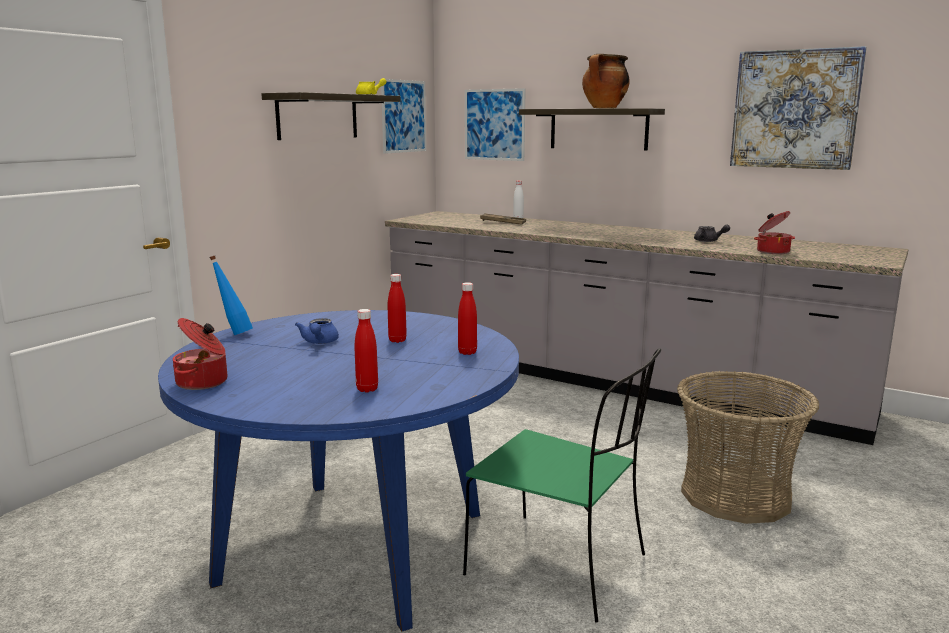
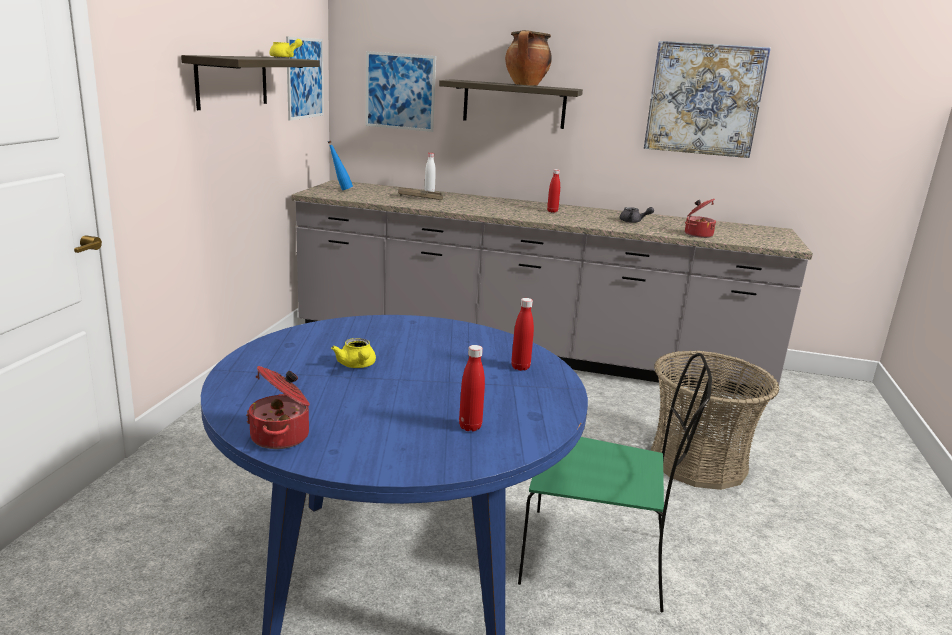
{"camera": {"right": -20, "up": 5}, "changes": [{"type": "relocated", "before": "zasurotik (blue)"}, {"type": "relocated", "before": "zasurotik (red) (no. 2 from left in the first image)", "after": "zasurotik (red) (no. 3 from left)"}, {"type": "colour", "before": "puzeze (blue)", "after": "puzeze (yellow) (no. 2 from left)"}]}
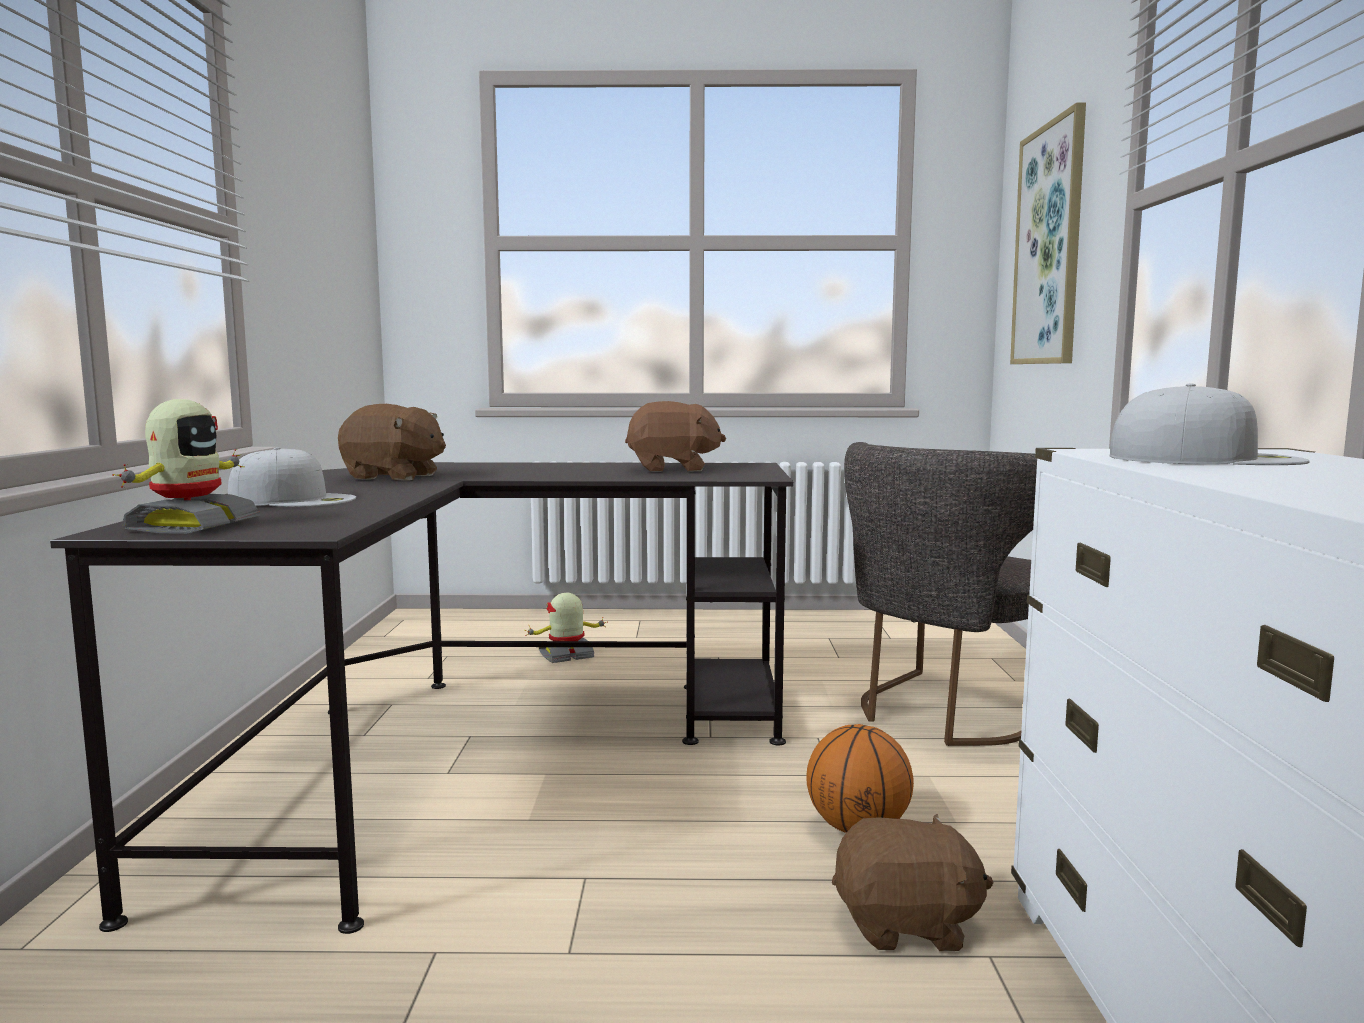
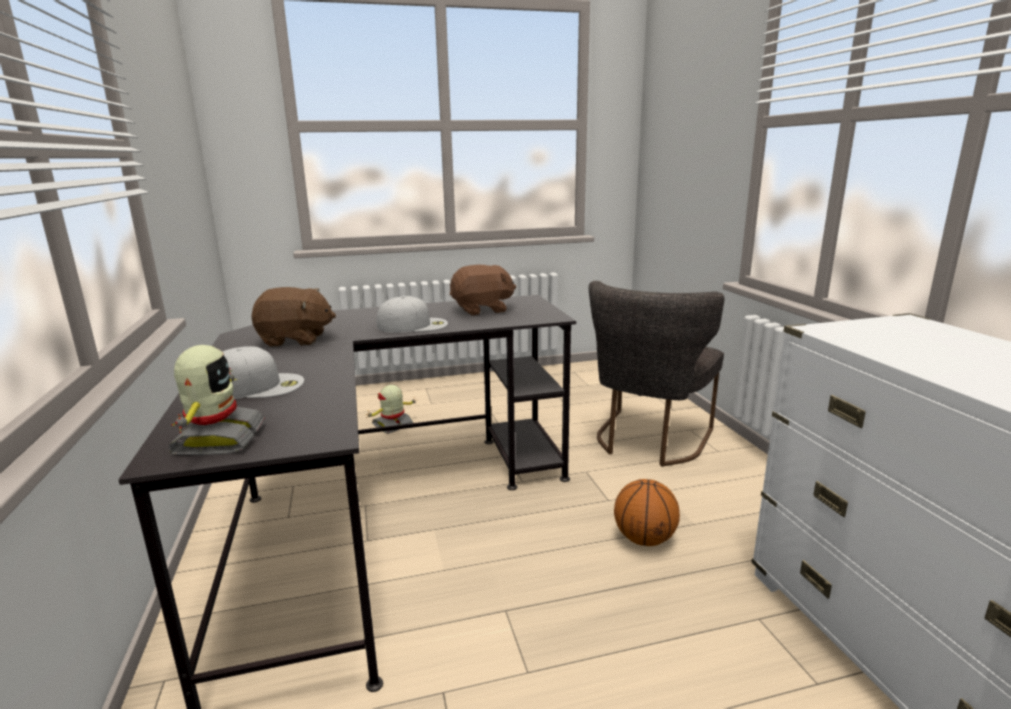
{"camera": {"right": -15, "up": 10}, "changes": [{"type": "missing", "before": "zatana"}, {"type": "relocated", "before": "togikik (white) (no. 2 from left)"}, {"type": "missing", "before": "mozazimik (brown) (no. 3 from left)"}]}
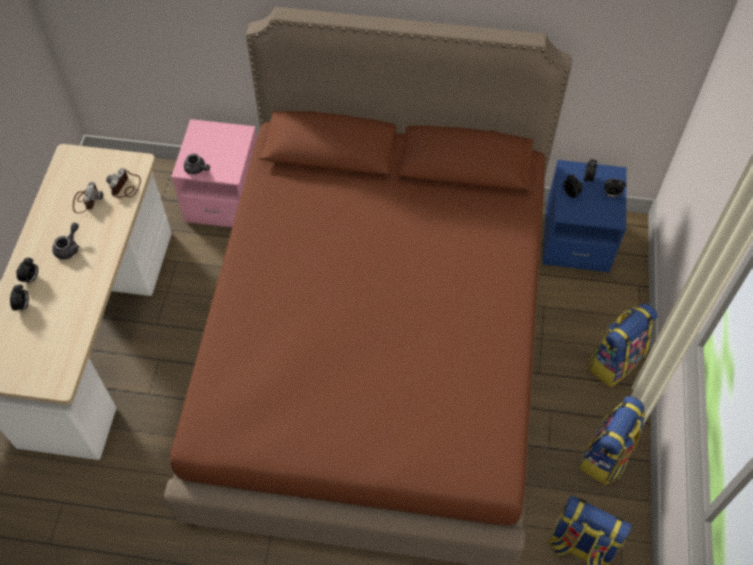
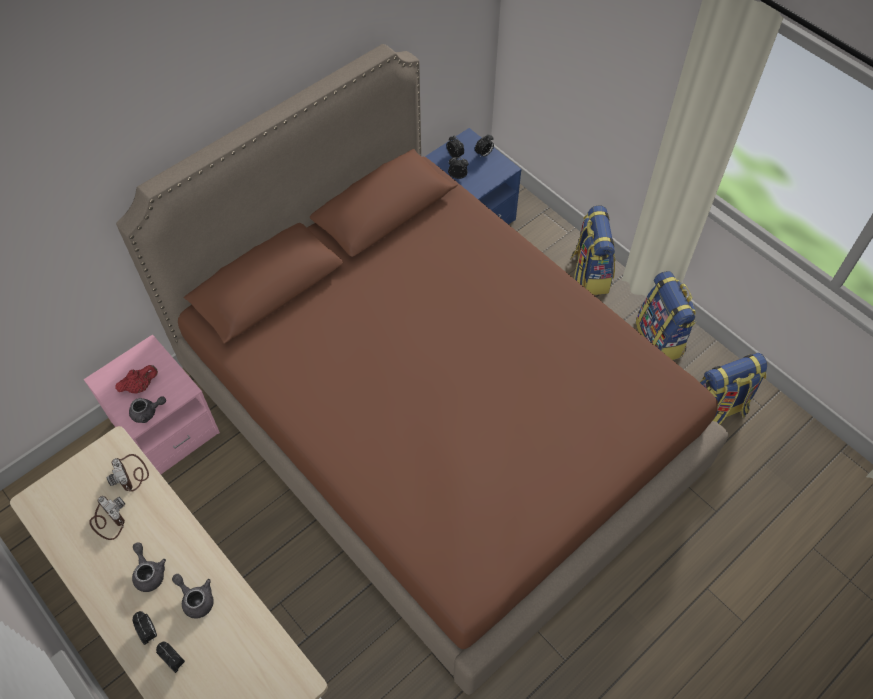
{"camera": {"right": -50, "up": 0}, "changes": [{"type": "appeared", "after": "puzeze (red)"}, {"type": "appeared", "after": "puzeze (grey) (no. 3 from left)"}]}
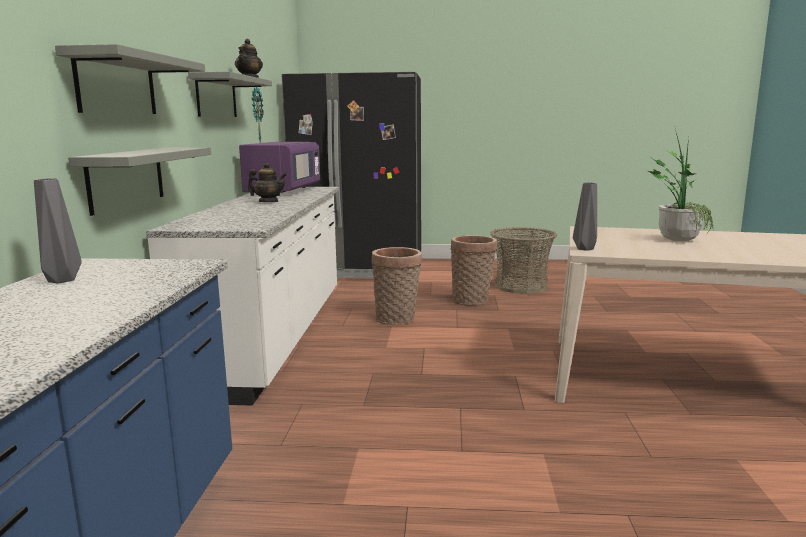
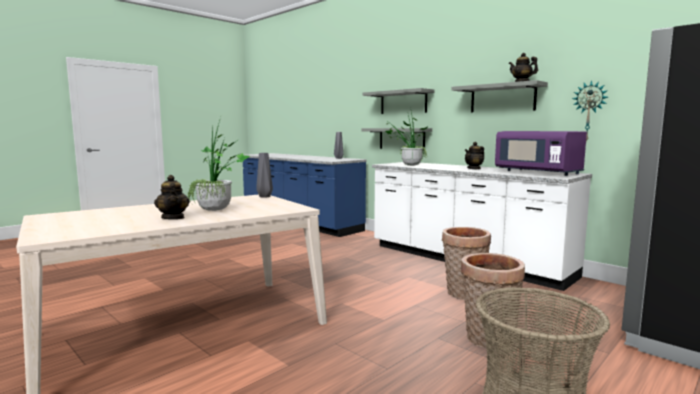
{"camera": {"right": 130, "up": -5}, "changes": [{"type": "appeared", "after": "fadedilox (no. 2 from left)"}, {"type": "appeared", "after": "puzeze (no. 1 from left)"}]}
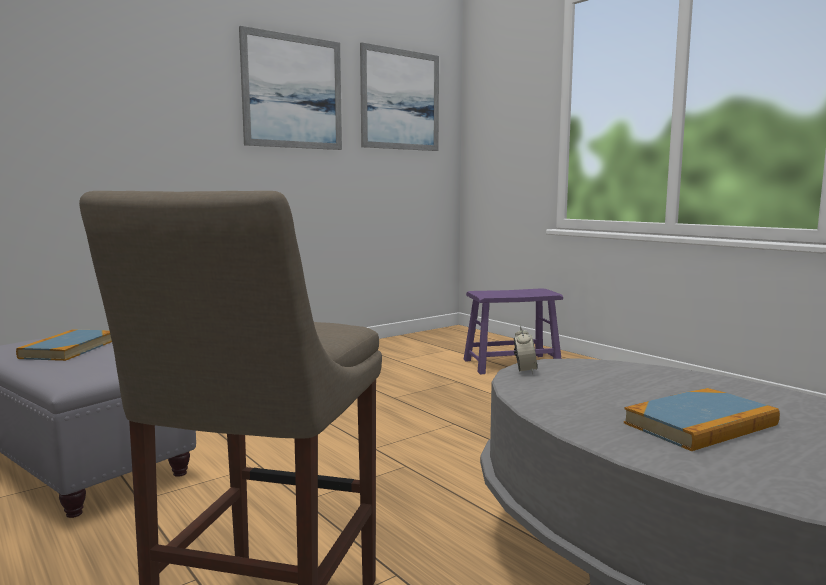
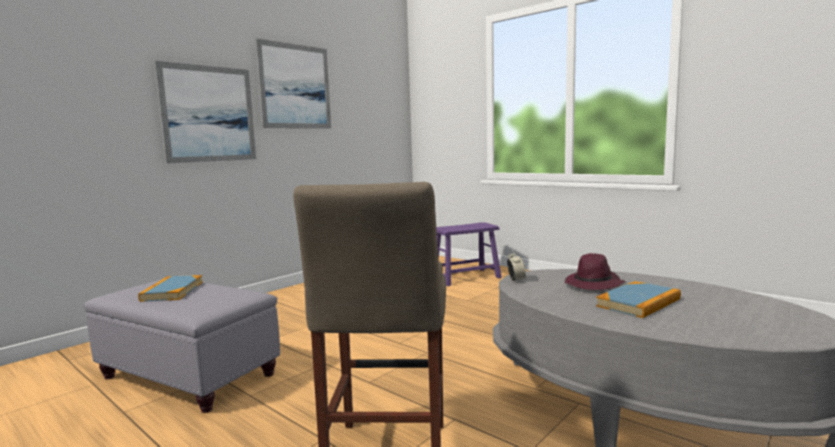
{"camera": {"right": -10, "up": 0}, "changes": [{"type": "relocated", "before": "zatana (no. 2 from left in the first image)", "after": "zatana (no. 1 from left)"}, {"type": "appeared", "after": "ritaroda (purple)"}]}
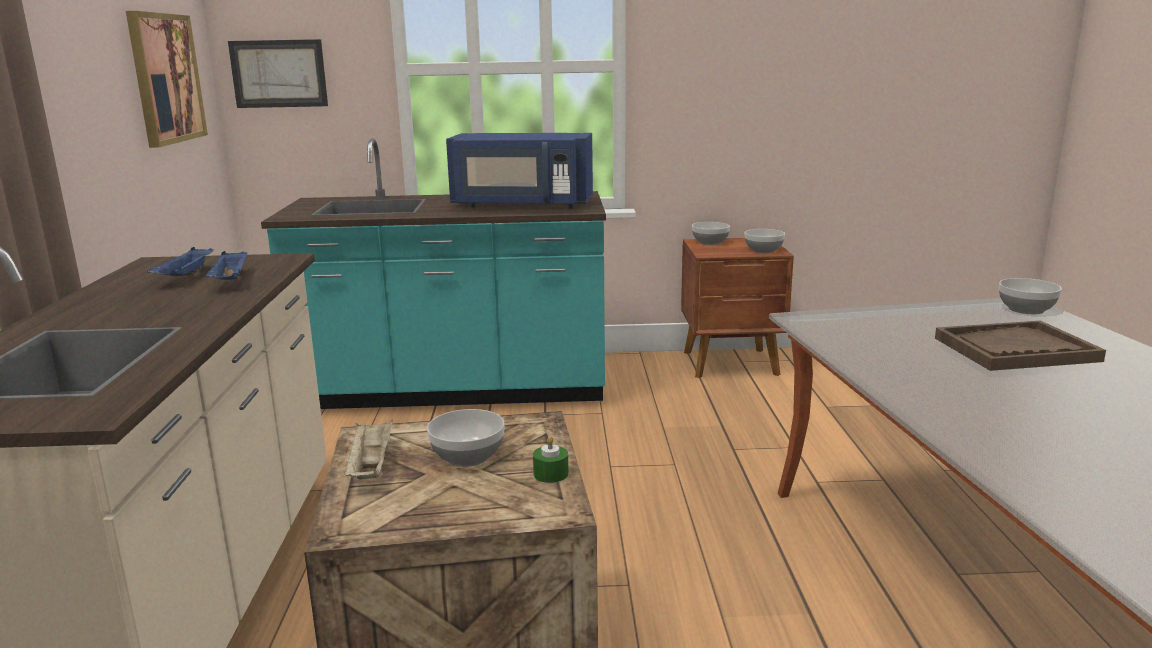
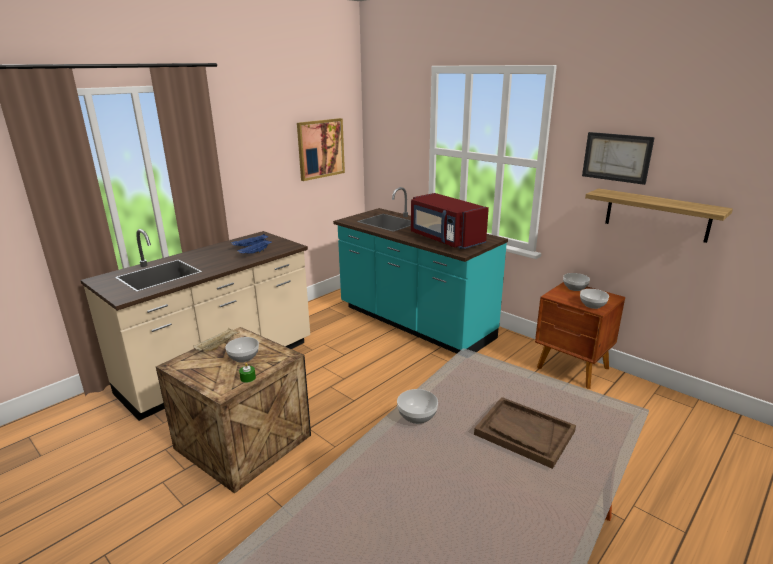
{"camera": {"right": 45, "up": 5}, "changes": [{"type": "relocated", "before": "zatana (no. 2 from left)"}, {"type": "colour", "before": "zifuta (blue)", "after": "zifuta (red)"}, {"type": "relocated", "before": "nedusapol (no. 4 from left in the first image)", "after": "nedusapol (no. 2 from left)"}, {"type": "appeared", "after": "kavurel"}]}
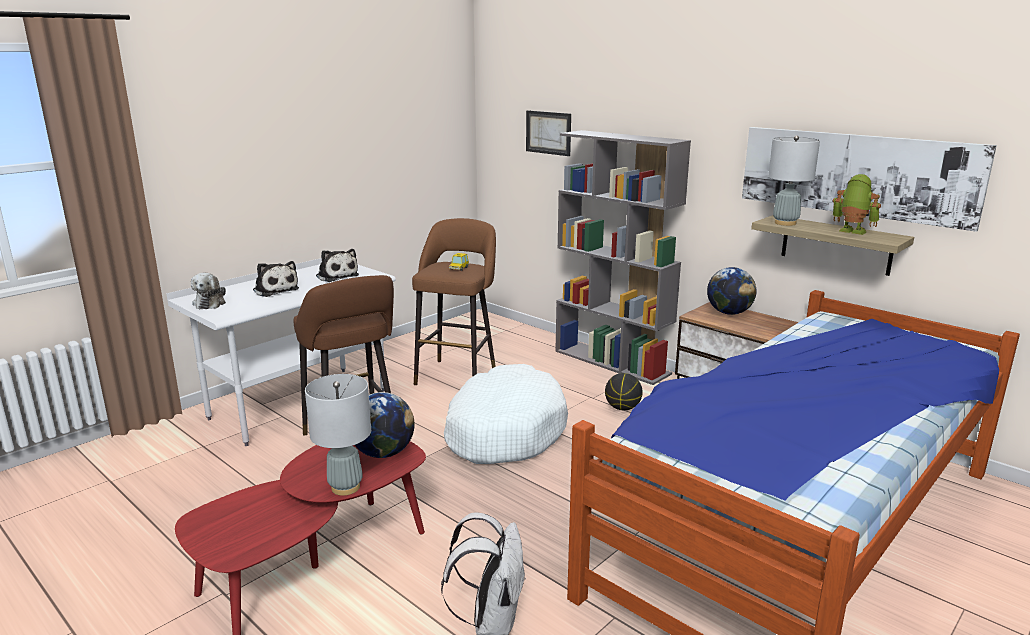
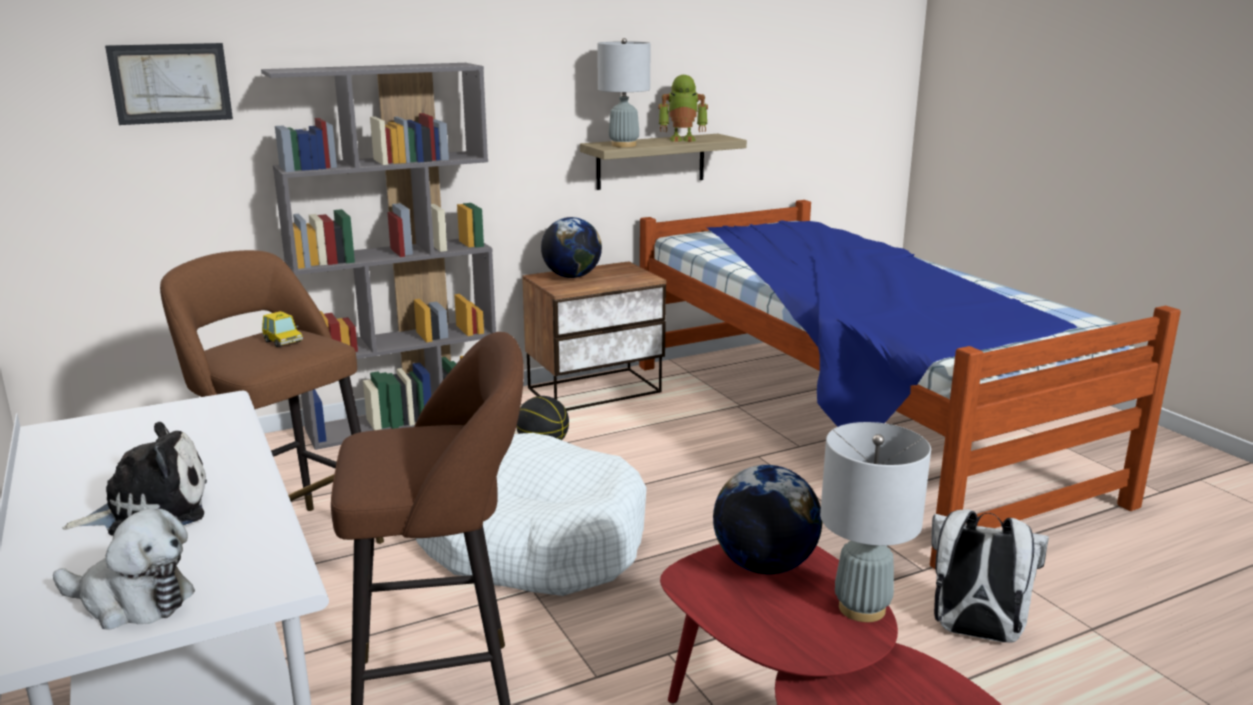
{"camera": {"right": -70, "up": 0}, "changes": [{"type": "missing", "before": "zatana (no. 2 from left)"}, {"type": "spun", "before": "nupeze", "turn": -150}, {"type": "missing", "before": "mozazimik (no. 3 from left)"}]}
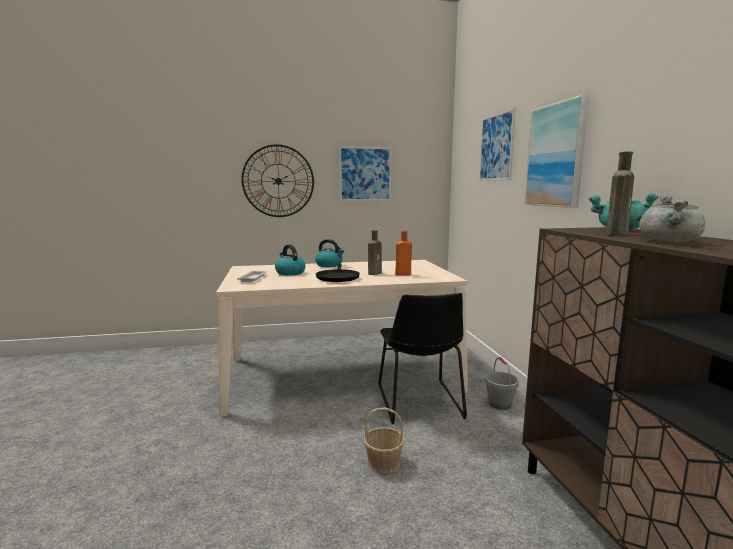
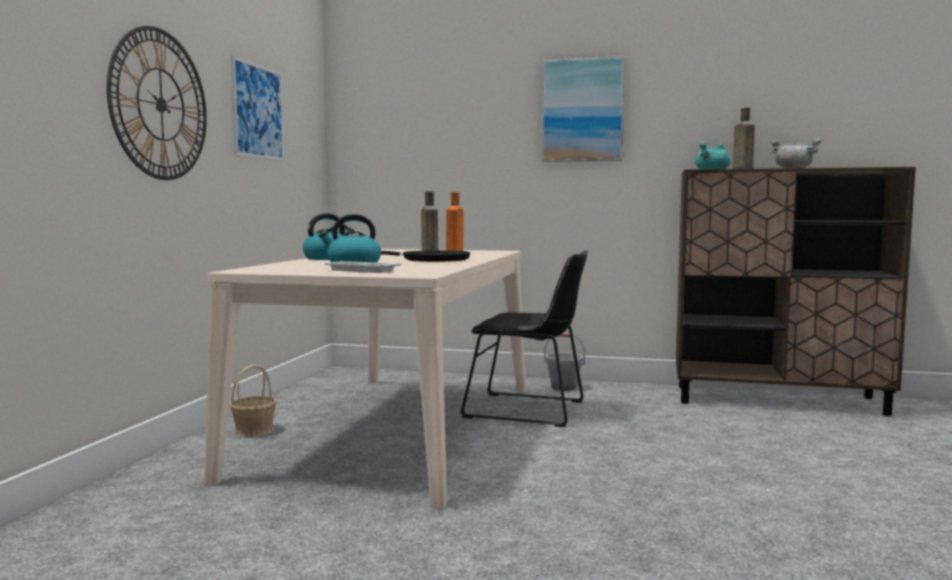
{"camera": {"right": -65, "up": -5}, "changes": [{"type": "missing", "before": "zatana (no. 2 from left)"}, {"type": "relocated", "before": "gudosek"}]}
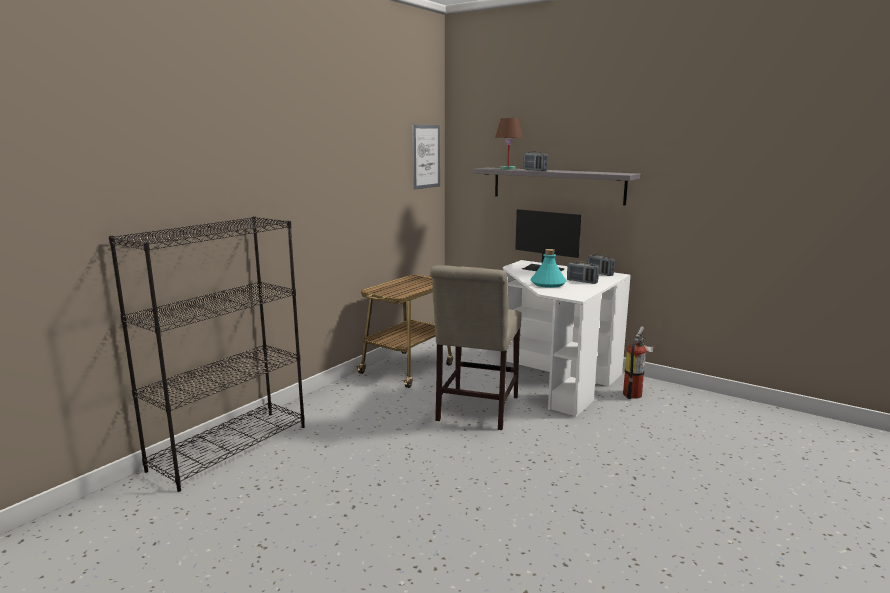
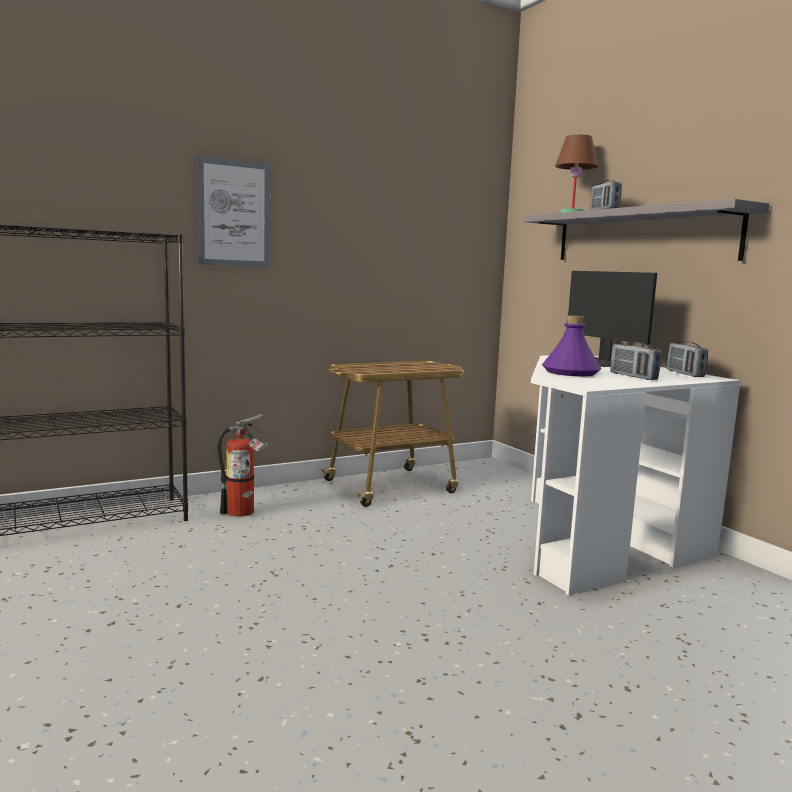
{"camera": {"right": 25, "up": -5}, "changes": [{"type": "relocated", "before": "zatana"}, {"type": "colour", "before": "zasurotik (turquoise)", "after": "zasurotik (purple)"}, {"type": "missing", "before": "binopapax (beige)"}, {"type": "relocated", "before": "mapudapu"}]}
